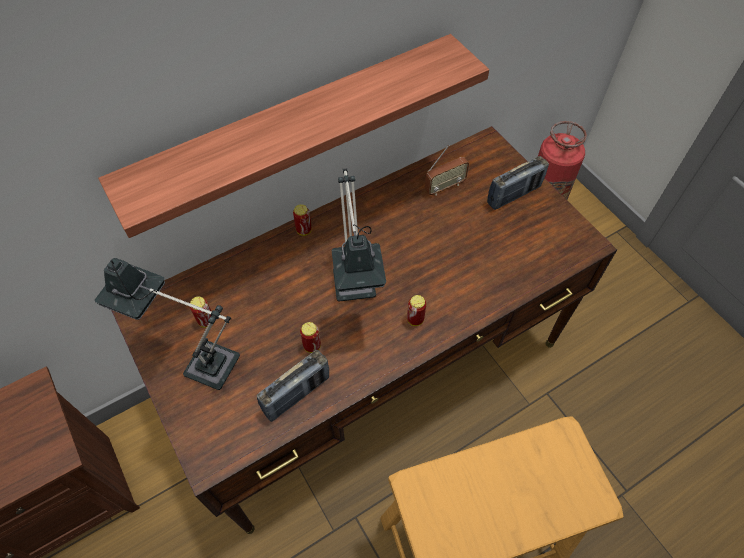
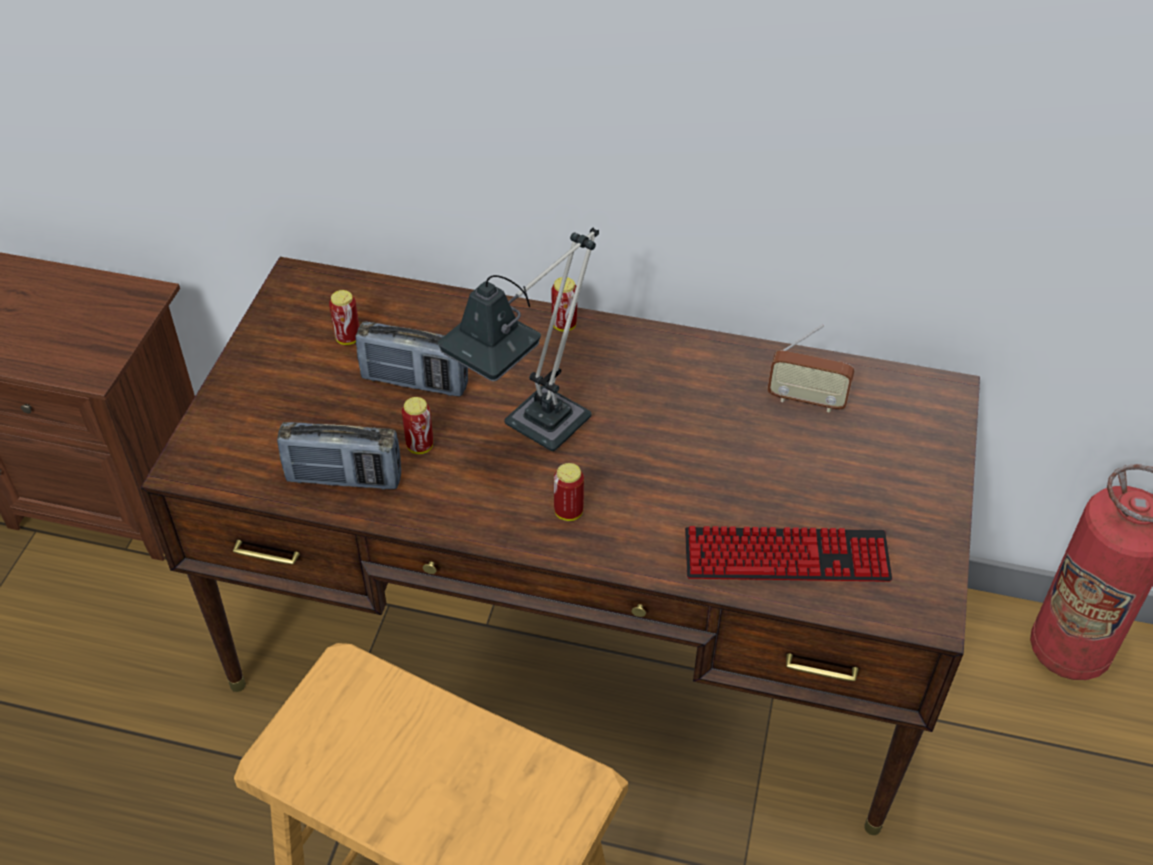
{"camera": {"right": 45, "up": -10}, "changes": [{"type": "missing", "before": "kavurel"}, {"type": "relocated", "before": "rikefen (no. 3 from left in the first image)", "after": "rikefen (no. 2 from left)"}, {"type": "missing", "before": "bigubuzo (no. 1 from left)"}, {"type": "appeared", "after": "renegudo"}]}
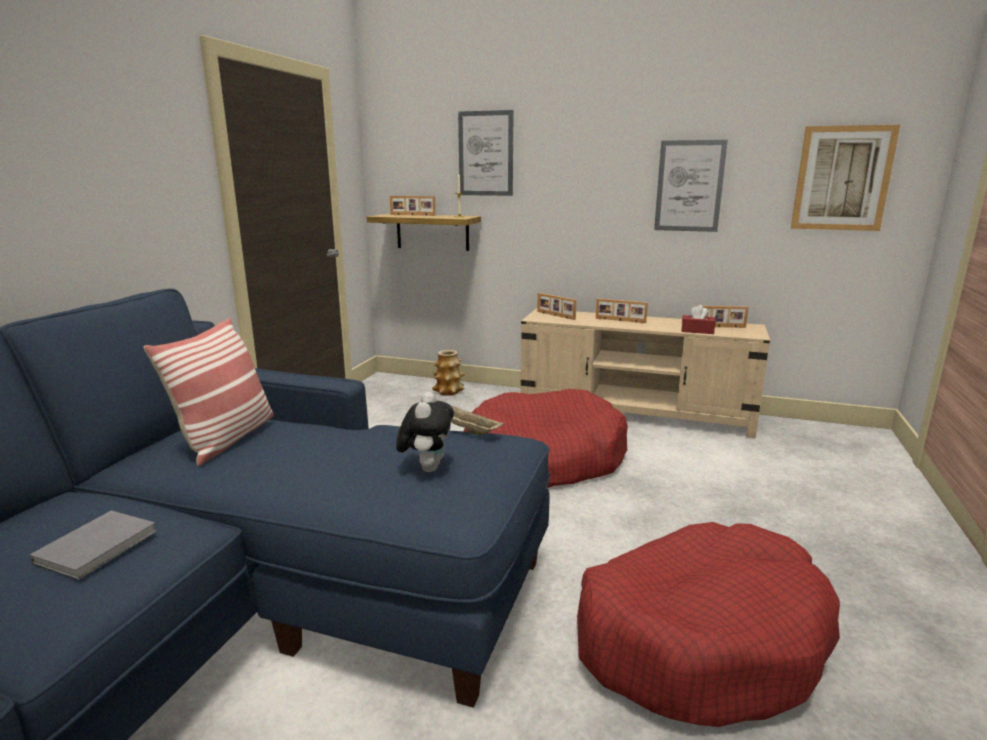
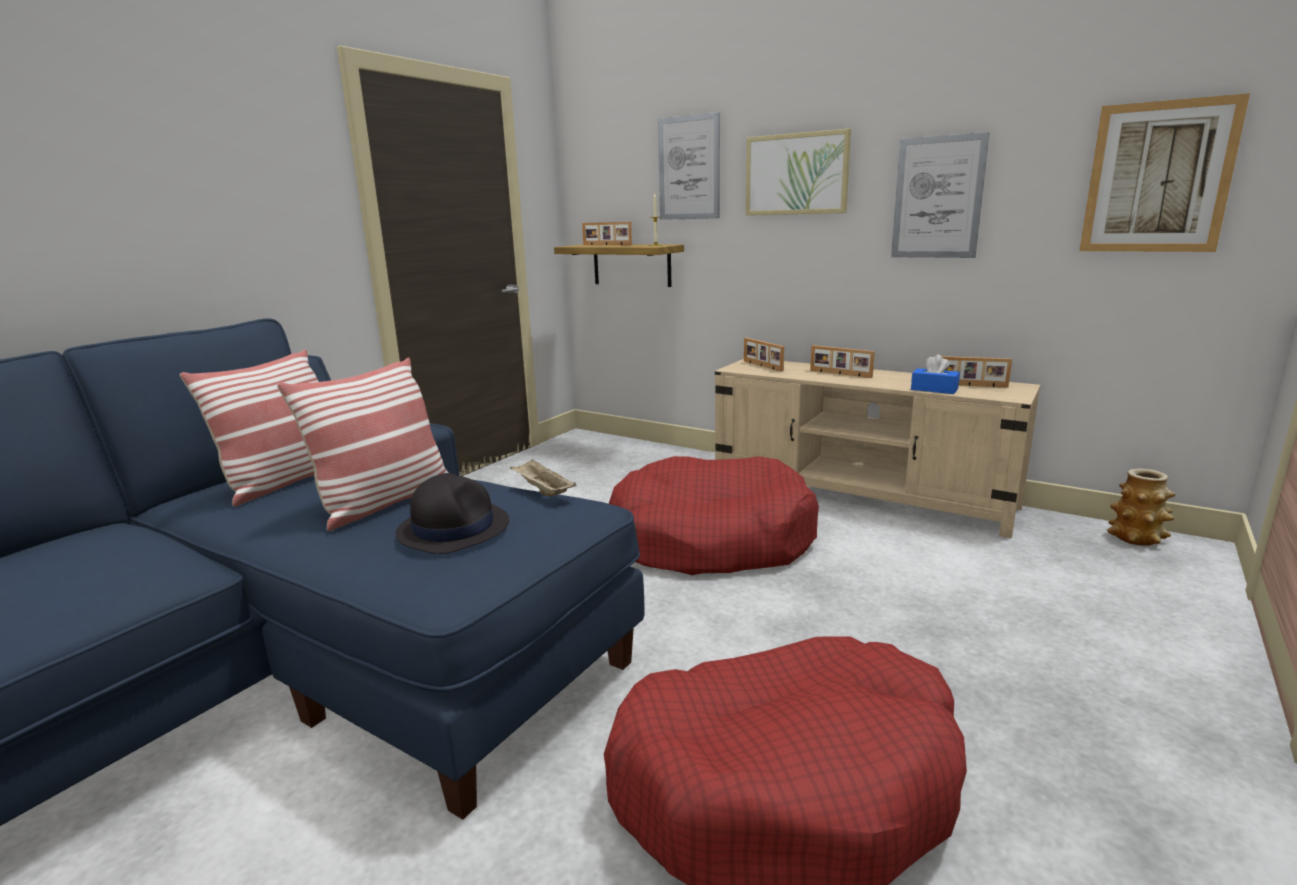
{"camera": {"right": 15, "up": 0}, "changes": [{"type": "colour", "before": "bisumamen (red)", "after": "bisumamen (blue)"}, {"type": "relocated", "before": "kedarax"}, {"type": "exchanged", "before": "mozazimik", "after": "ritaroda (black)"}, {"type": "missing", "before": "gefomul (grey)"}, {"type": "appeared", "after": "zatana (no. 2 from left)"}, {"type": "appeared", "after": "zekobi (no. 2 from left)"}]}
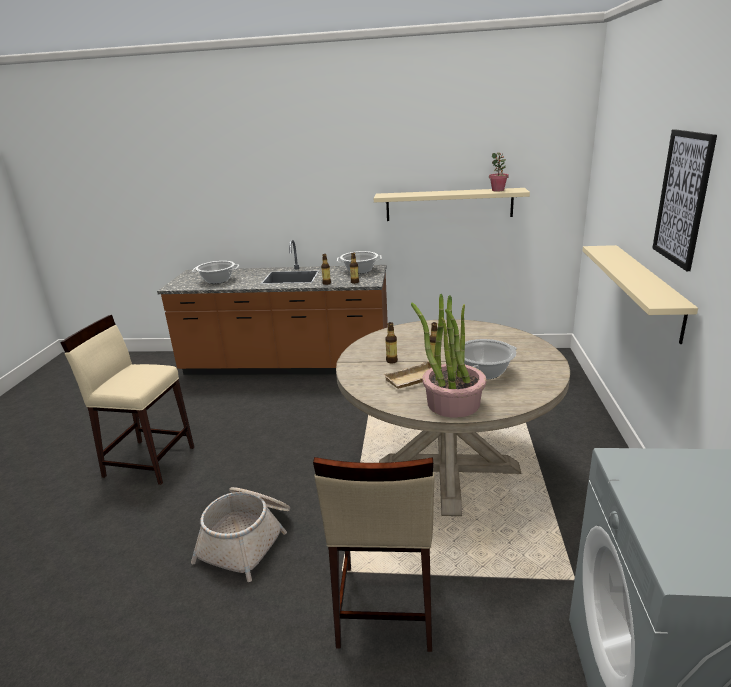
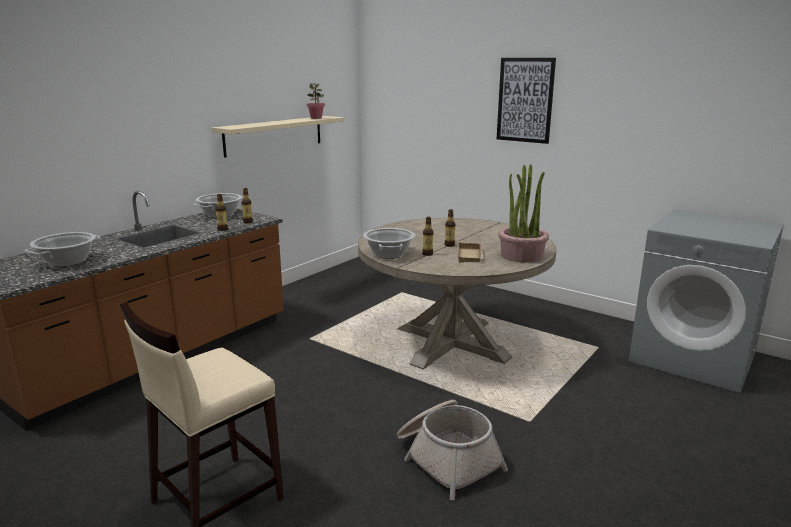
{"camera": {"right": -60, "up": -5}, "changes": [{"type": "missing", "before": "kavurel (beige) (no. 2 from left)"}, {"type": "relocated", "before": "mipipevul (no. 3 from left)"}, {"type": "missing", "before": "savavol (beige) (no. 2 from left)"}]}
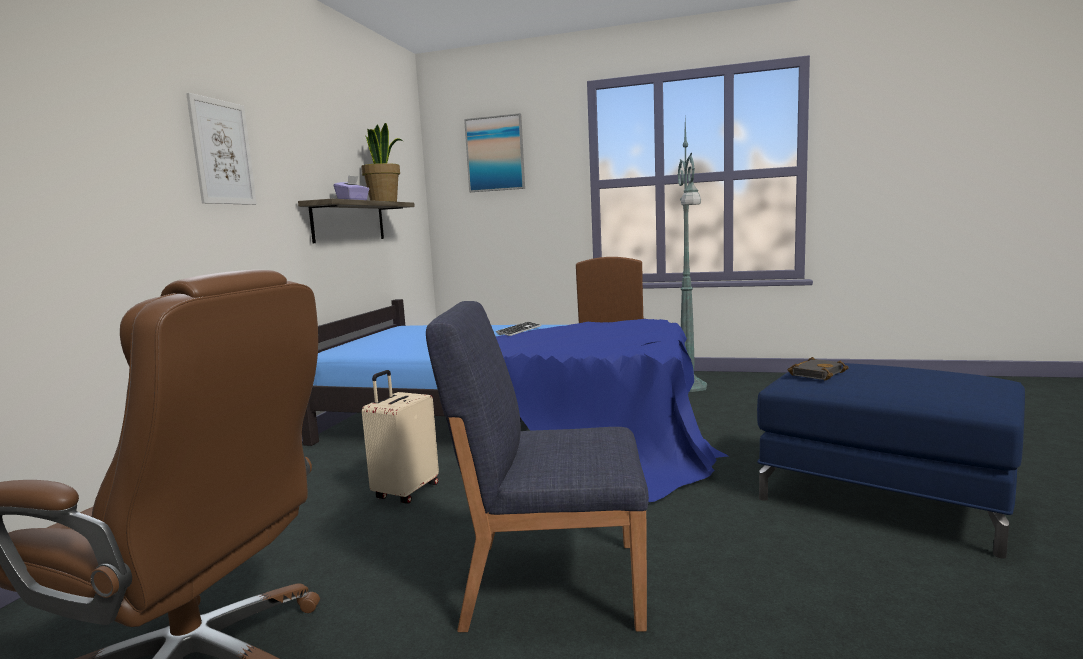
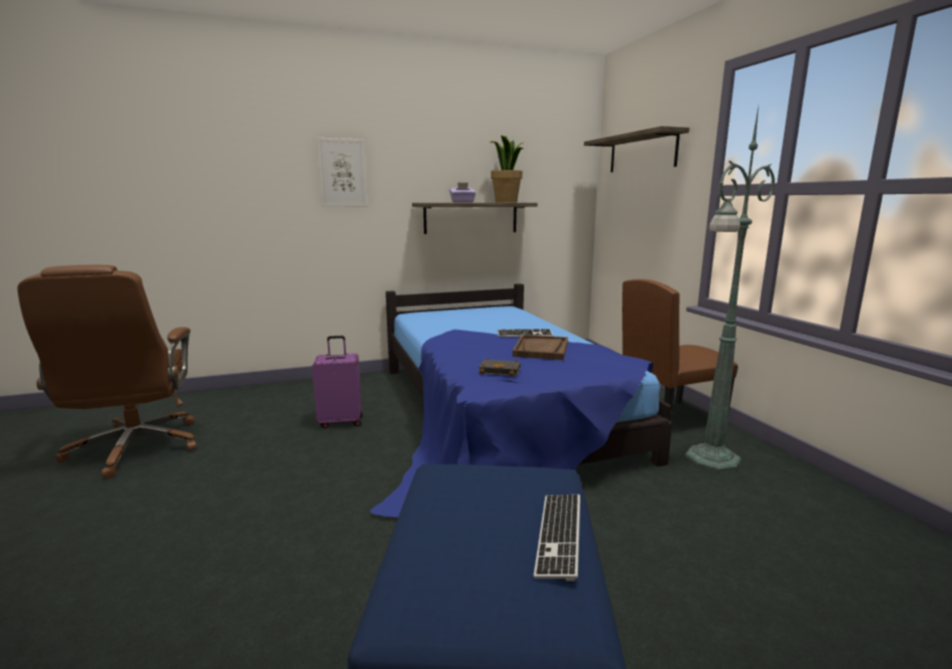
{"camera": {"right": 55, "up": 5}, "changes": [{"type": "exchanged", "before": "zatana (no. 2 from left)", "after": "kavurel (no. 2 from left)"}, {"type": "missing", "before": "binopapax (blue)"}, {"type": "relocated", "before": "gefomul (black)"}, {"type": "colour", "before": "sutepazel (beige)", "after": "sutepazel (purple)"}, {"type": "appeared", "after": "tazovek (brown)"}, {"type": "appeared", "after": "renegudo (no. 2 from left)"}]}
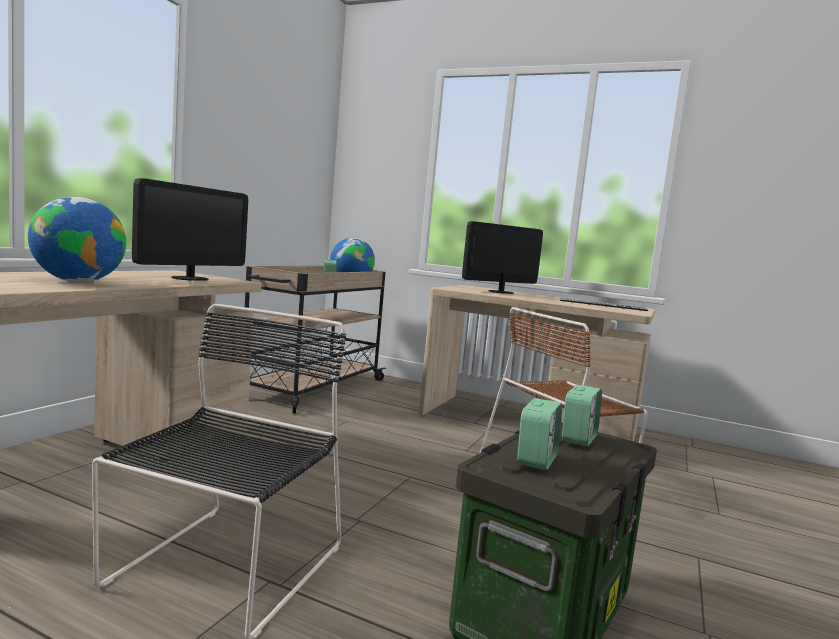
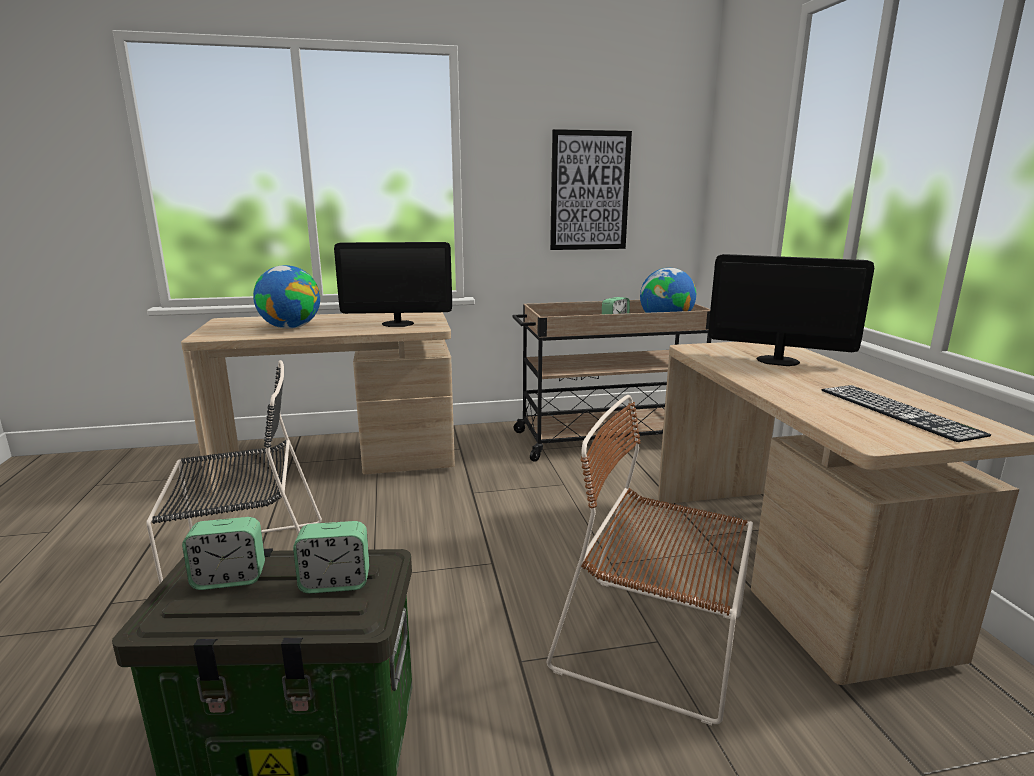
{"camera": {"right": 55, "up": 10}, "changes": [{"type": "appeared", "after": "zatana"}]}
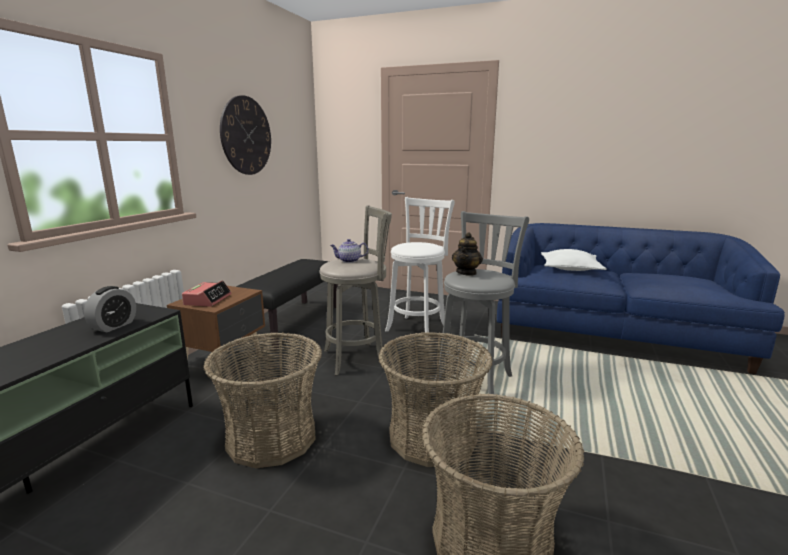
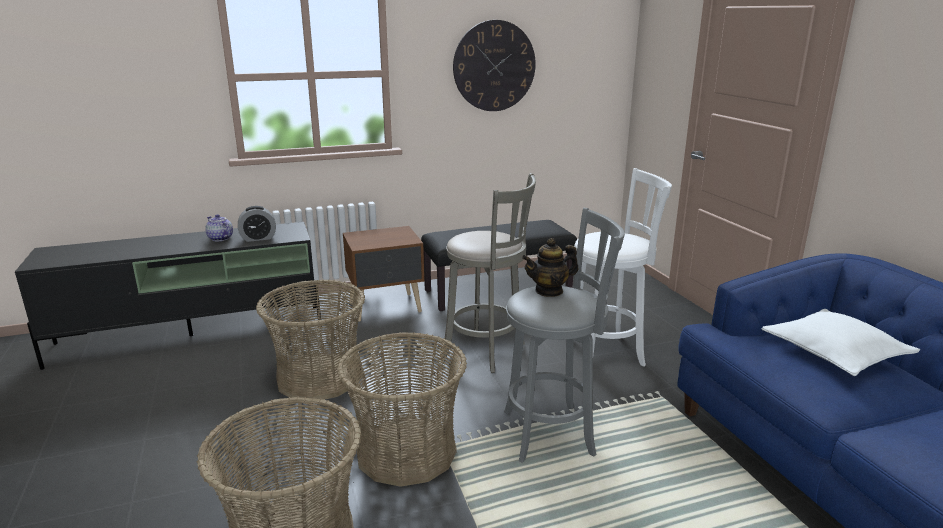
{"camera": {"right": 50, "up": 5}, "changes": [{"type": "relocated", "before": "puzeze (no. 1 from left)"}, {"type": "missing", "before": "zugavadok (no. 2 from left)"}]}
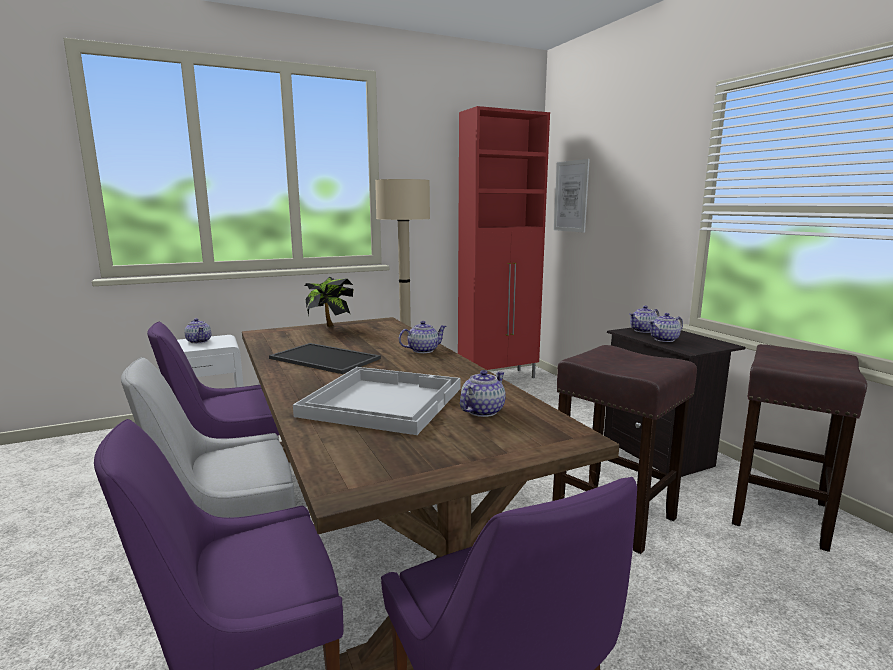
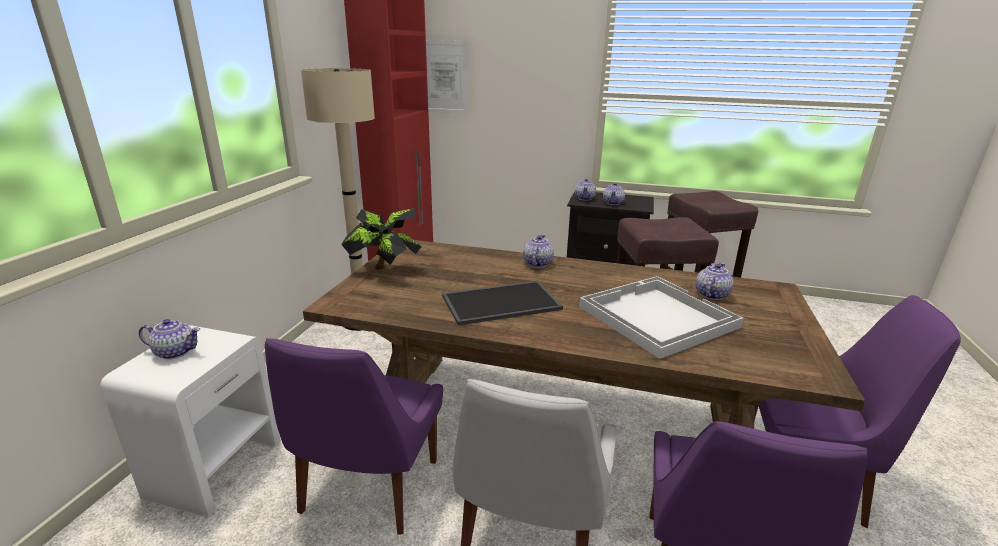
{"camera": {"right": -50, "up": 10}, "changes": [{"type": "spun", "before": "puzeze (no. 3 from left in the first image)", "turn": 45}]}
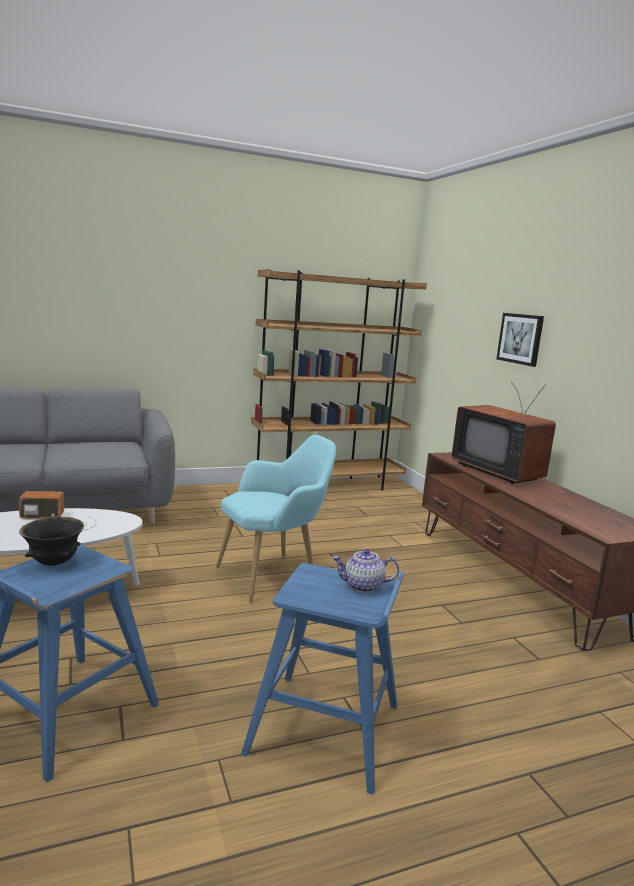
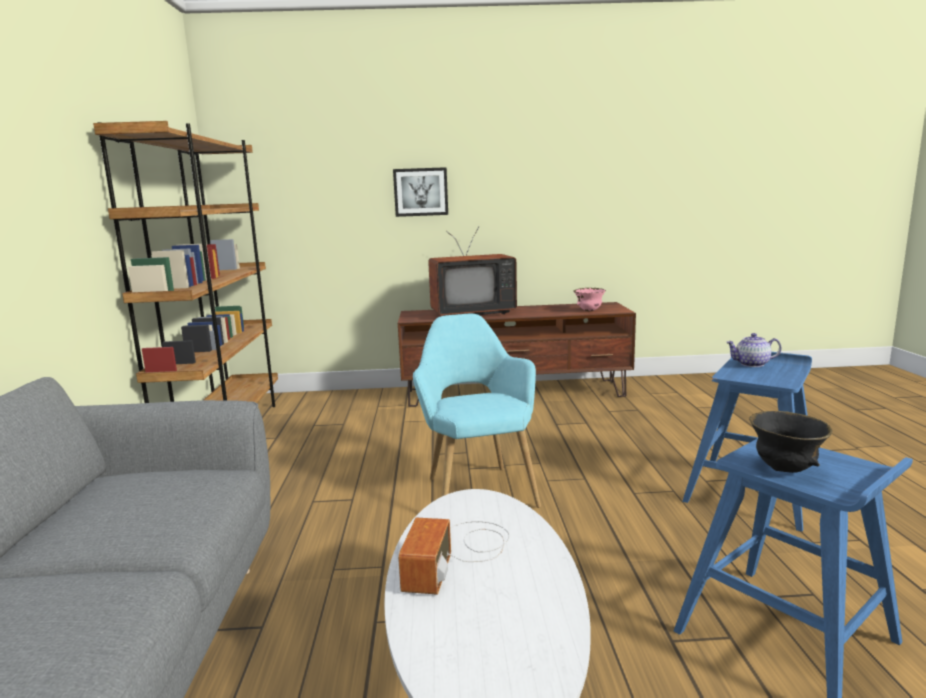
{"camera": {"right": -70, "up": 0}, "changes": [{"type": "spun", "before": "puzeze", "turn": 75}, {"type": "appeared", "after": "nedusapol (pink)"}]}
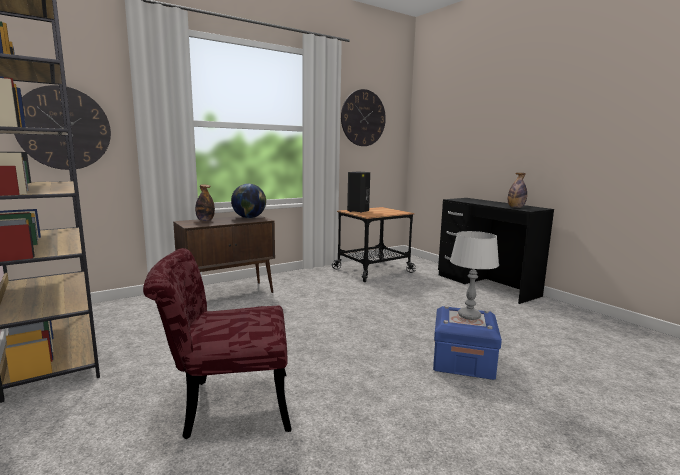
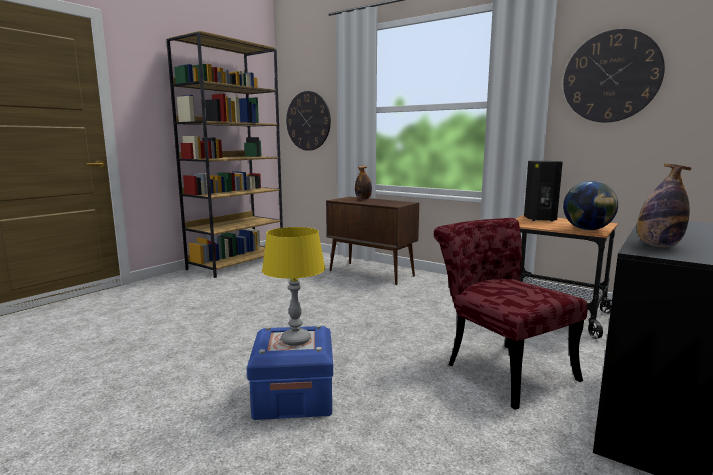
{"camera": {"right": 70, "up": 0}, "changes": [{"type": "relocated", "before": "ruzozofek"}, {"type": "colour", "before": "bigubuzo (grey)", "after": "bigubuzo (yellow)"}, {"type": "relocated", "before": "binopapax (red)"}]}
